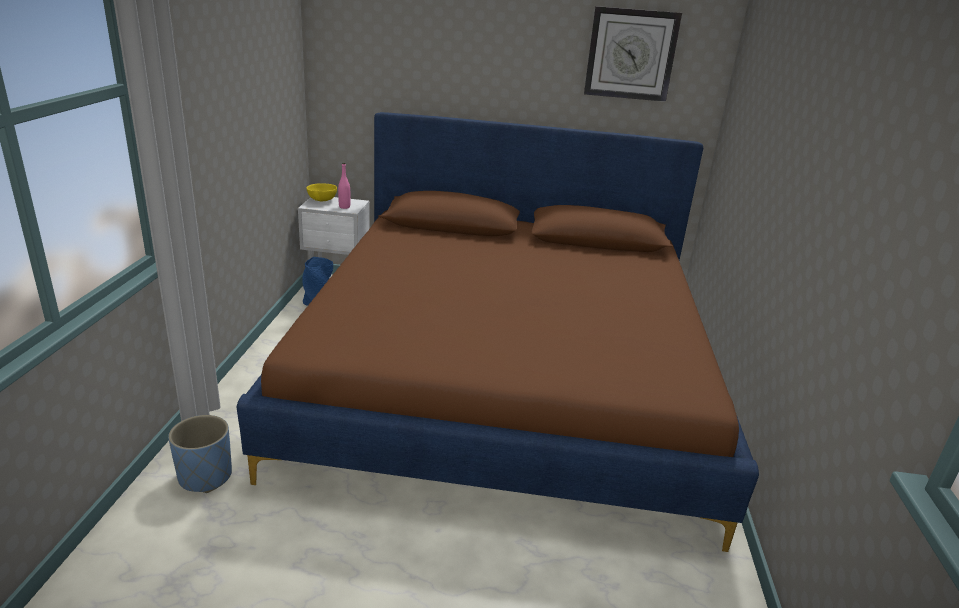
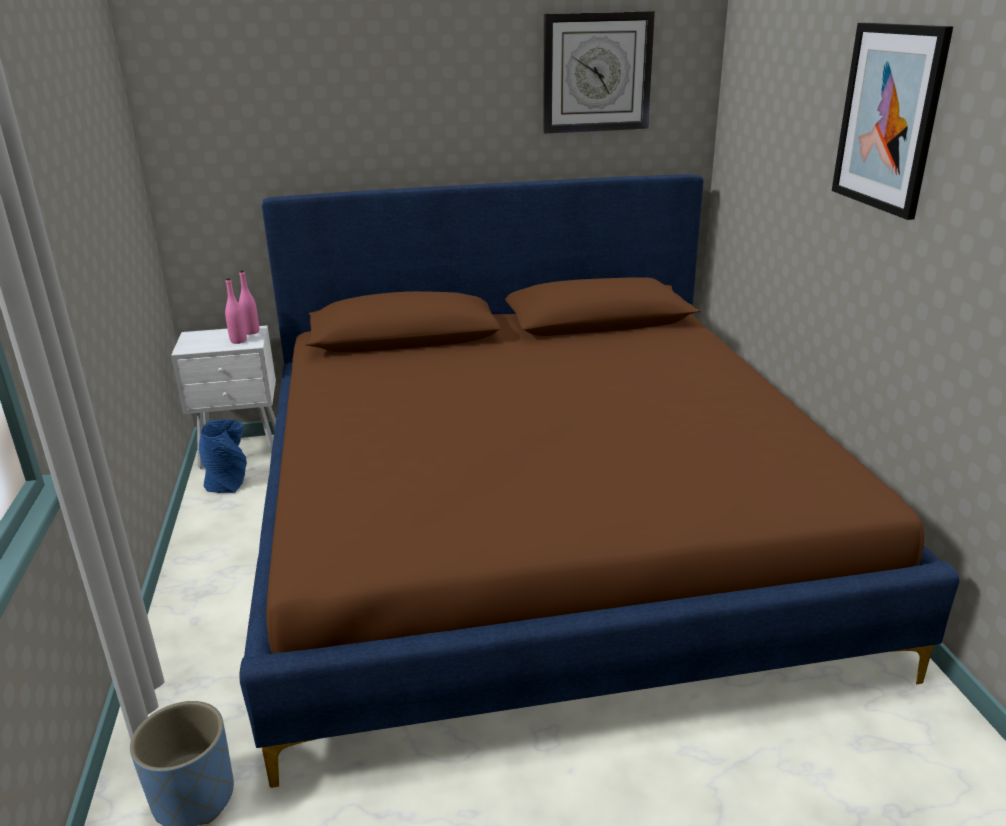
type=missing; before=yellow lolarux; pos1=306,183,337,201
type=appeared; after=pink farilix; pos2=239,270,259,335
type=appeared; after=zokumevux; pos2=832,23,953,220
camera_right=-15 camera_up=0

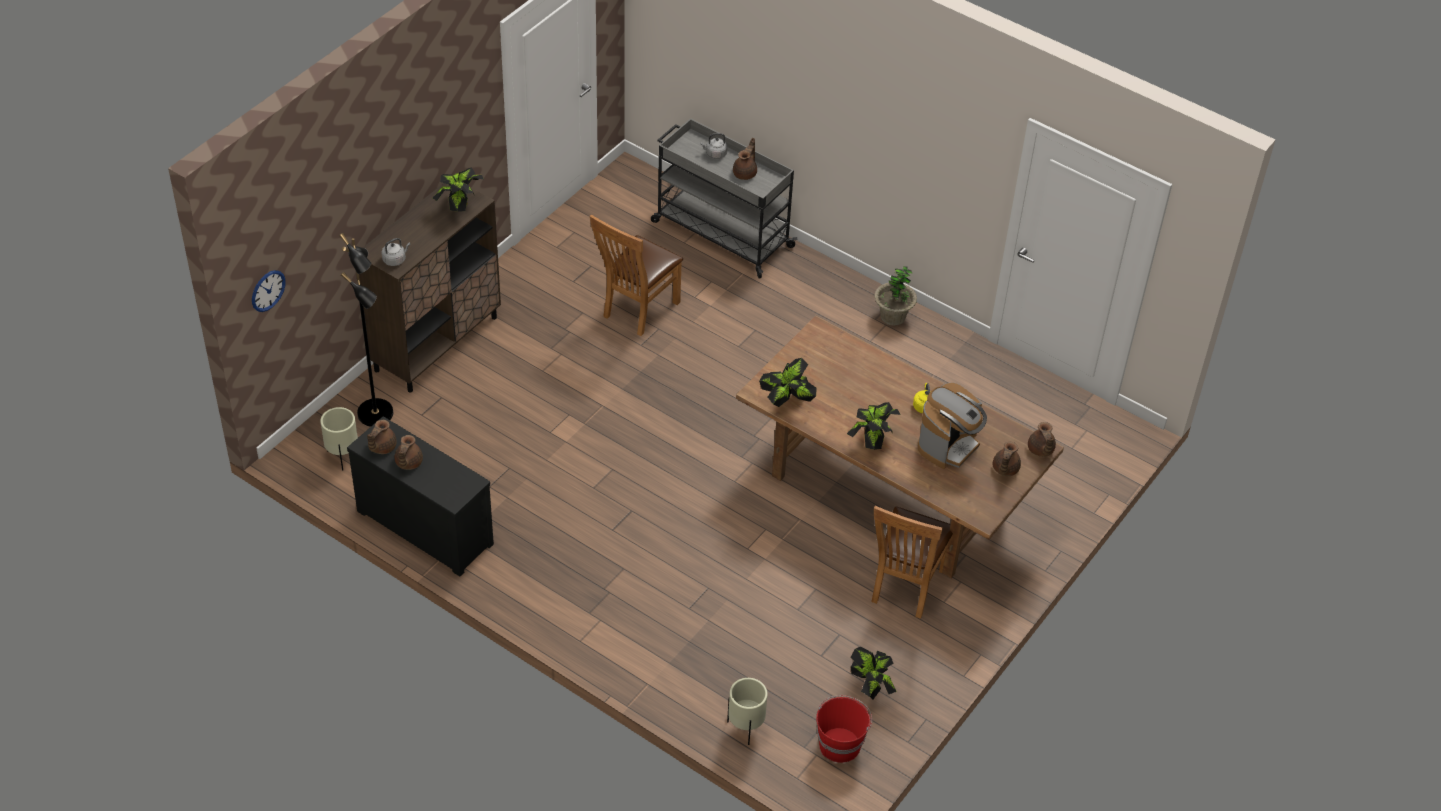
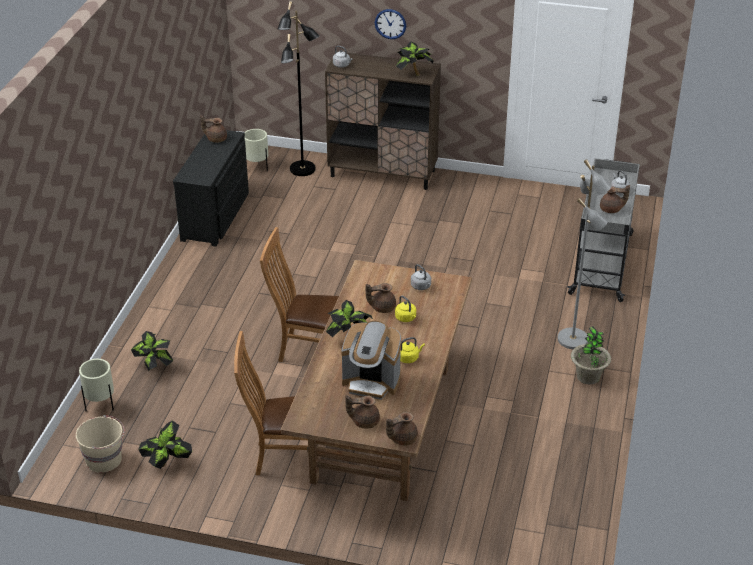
type=appeared; after=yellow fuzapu; pos2=395,296,416,322
type=appeared; after=grey fuzapu; pos2=411,264,431,290
type=appeared; after=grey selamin; pos2=557,160,611,349
type=relocated; before=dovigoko; pos1=252,270,286,312; pos2=375,9,406,39
type=relocated; before=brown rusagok; pos1=394,435,423,470; pos2=366,283,396,313
type=relocated; before=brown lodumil; pos1=590,214,683,336; pos2=260,227,339,362
type=relocated; before=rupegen; pos1=759,358,817,407; pos2=131,331,173,371
type=colour; before=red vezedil; after=beige vezedil; pos1=816,695,872,763; pos2=76,415,124,473
camera_right=70 camera_up=-10

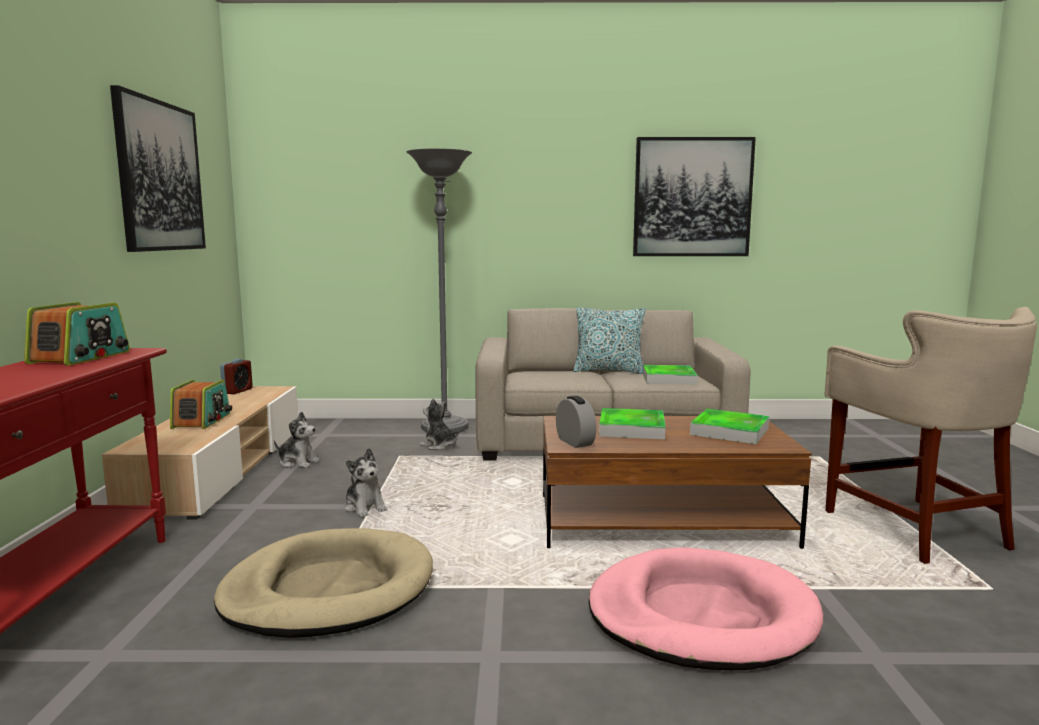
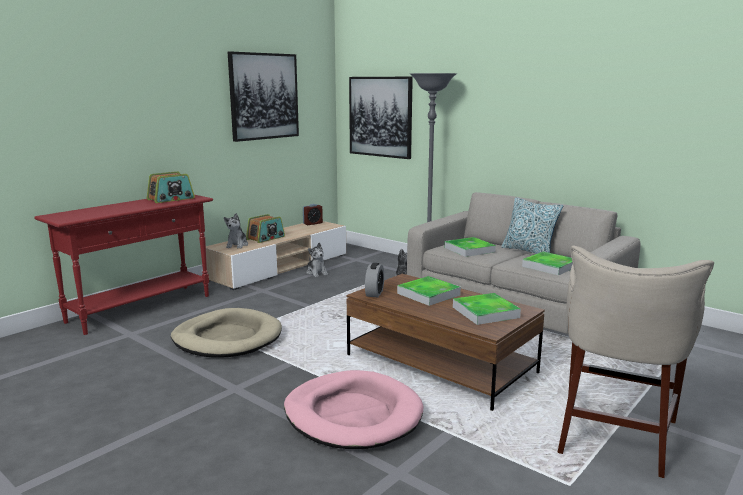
type=appeared; after=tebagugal; pos2=445,237,496,257
type=relocated; before=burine; pos1=345,448,387,518; pos2=224,213,248,248
type=relocated; before=zokumevux; pos1=633,137,756,256; pos2=349,77,413,159
camera_right=40 camera_up=5

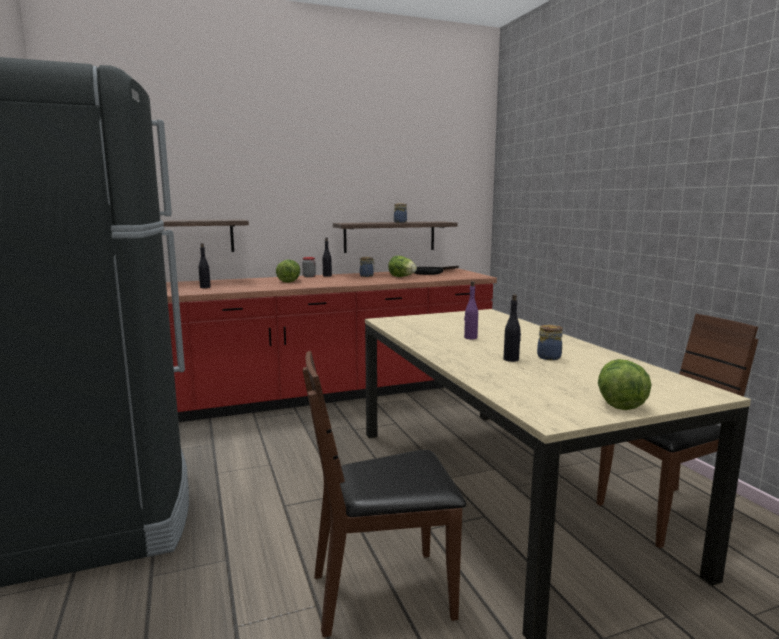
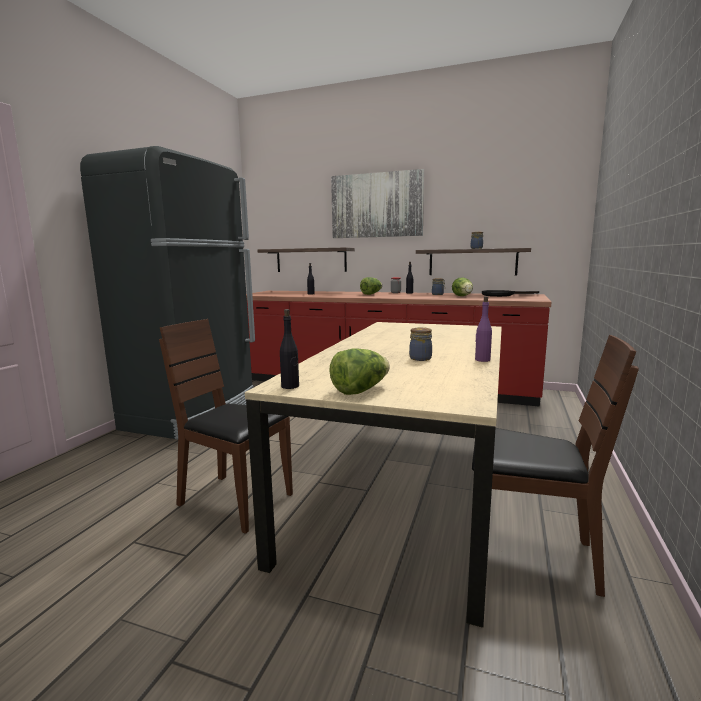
type=appeared; after=zokumevux; pos2=331,169,424,238
type=relocated; before=purple farilix; pos1=464,281,478,340; pos2=475,296,492,362
type=relocated; before=black farilix; pos1=503,294,521,362; pos2=280,309,299,389
camera_right=40 camera_up=0

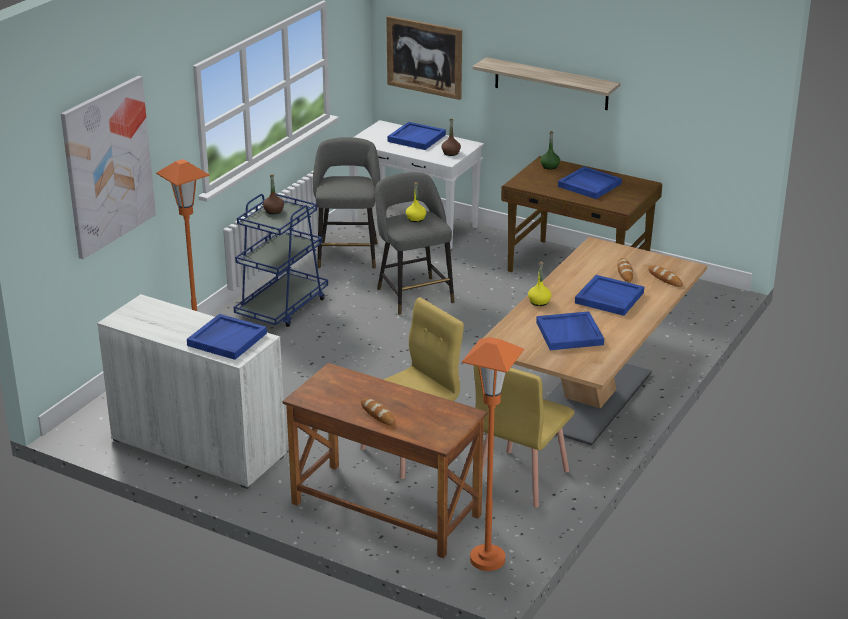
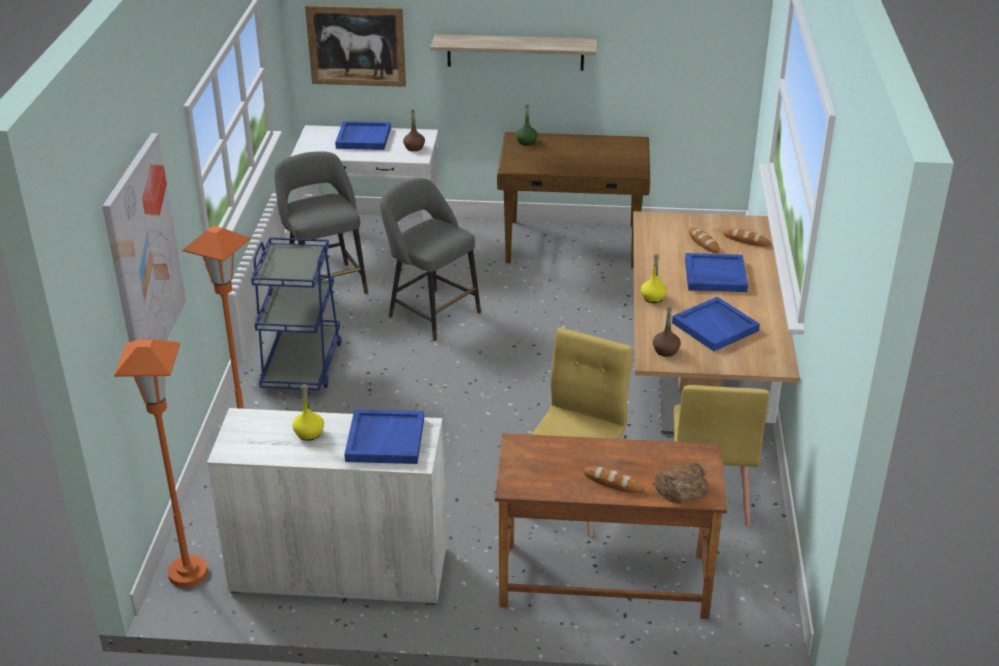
type=missing; before=blue tebagugal; pos1=558,166,622,199
type=appeared; after=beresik; pos2=653,463,708,504
type=relocated; before=brown farilix; pos1=263,174,284,214; pos2=653,306,681,357
type=relocated; before=yellow farilix; pos1=406,182,426,222; pos2=293,384,324,441
type=relocated; before=orange selamin; pos1=462,337,524,571; pos2=114,339,208,587
camera_right=-25 camera_up=5

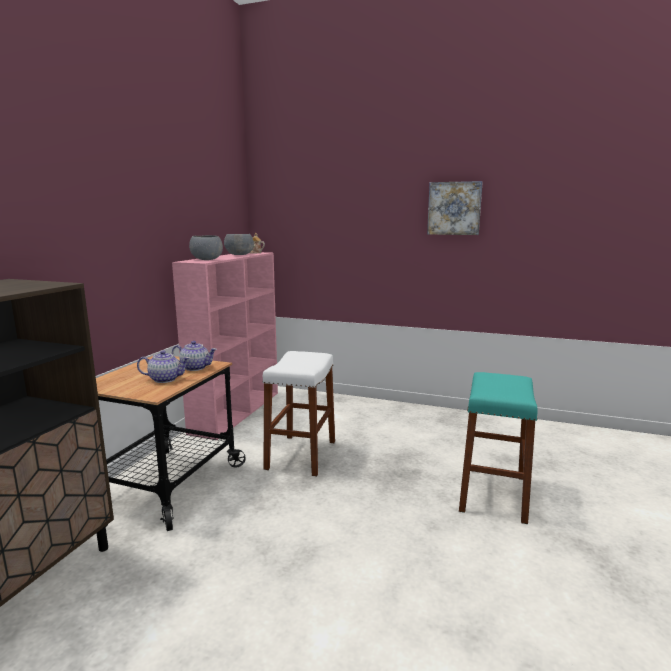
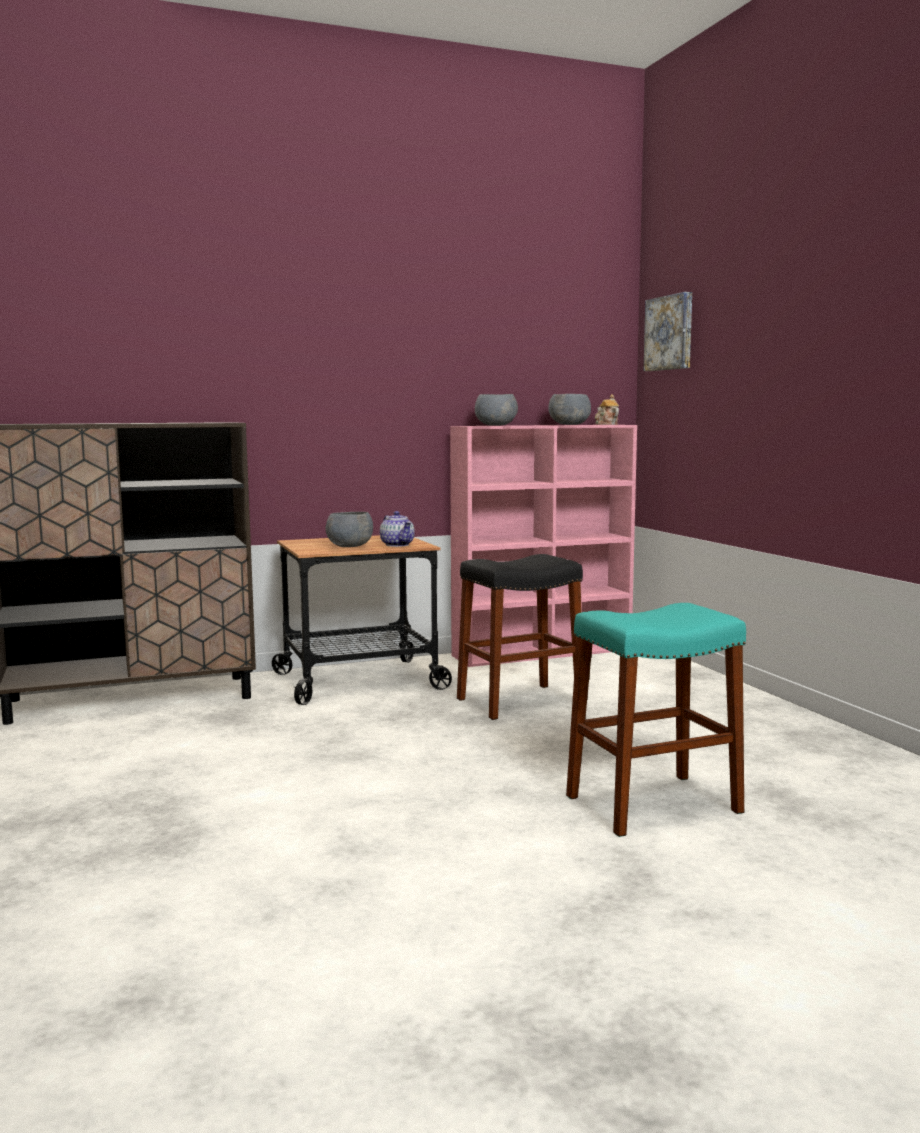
type=relocated; before=zokumevux; pos1=427,181,483,235; pos2=644,292,692,371
type=exchanged; before=rusagok; after=grey lolarux; pos1=137,350,190,383; pos2=326,512,373,547
type=colour; before=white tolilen; after=black tolilen; pos1=262,351,335,477; pos2=457,554,583,720
camera_right=50 camera_up=-5

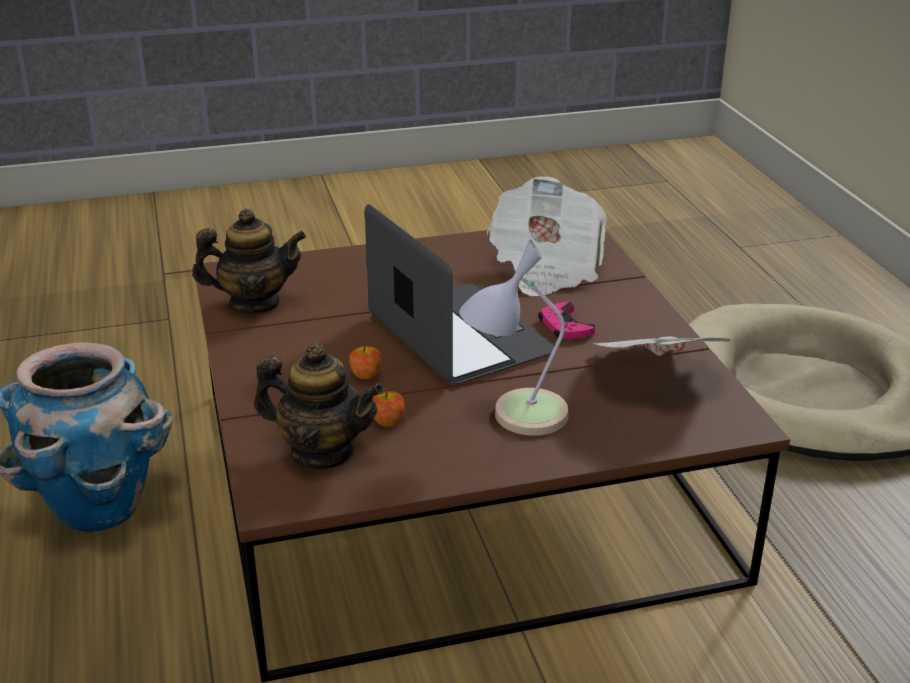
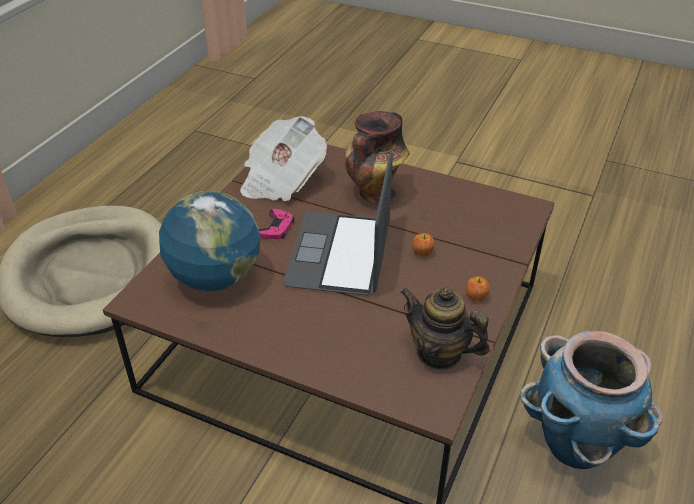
type=missing; before=rusagok; pos1=254,344,384,469
type=relocated; before=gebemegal; pos1=372,388,405,427; pos2=466,276,490,302
type=exchanged; before=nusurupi; after=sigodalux; pos1=459,239,568,436; pos2=344,111,410,204
type=exchanged; before=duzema; after=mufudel; pos1=487,176,607,296; pos2=159,191,260,291
camera_right=-140 camera_up=10

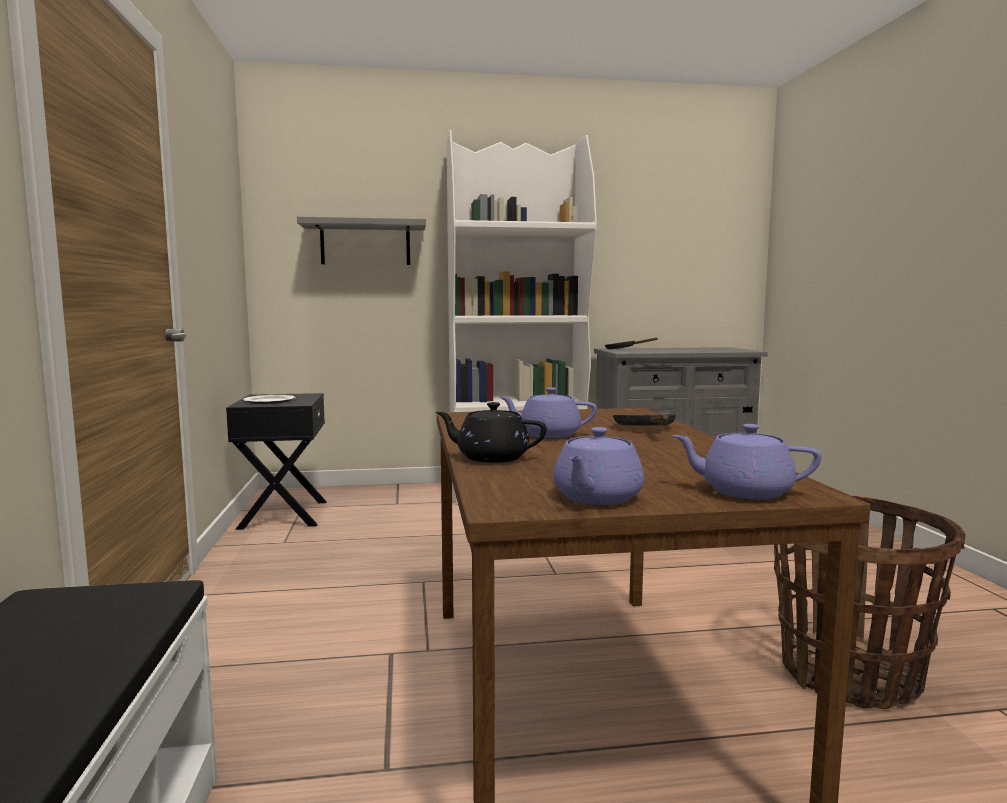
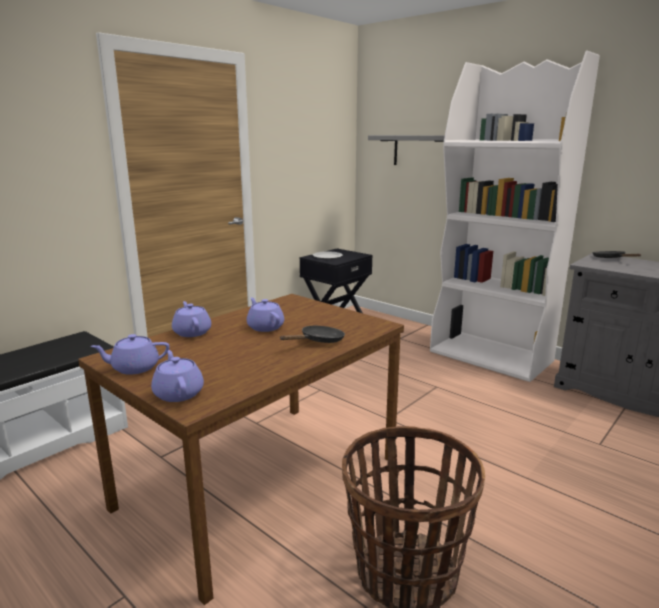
type=colour; before=black rusagok; after=purple rusagok; pos1=435,402,547,463; pos2=172,301,211,337
camera_right=50 camera_up=10

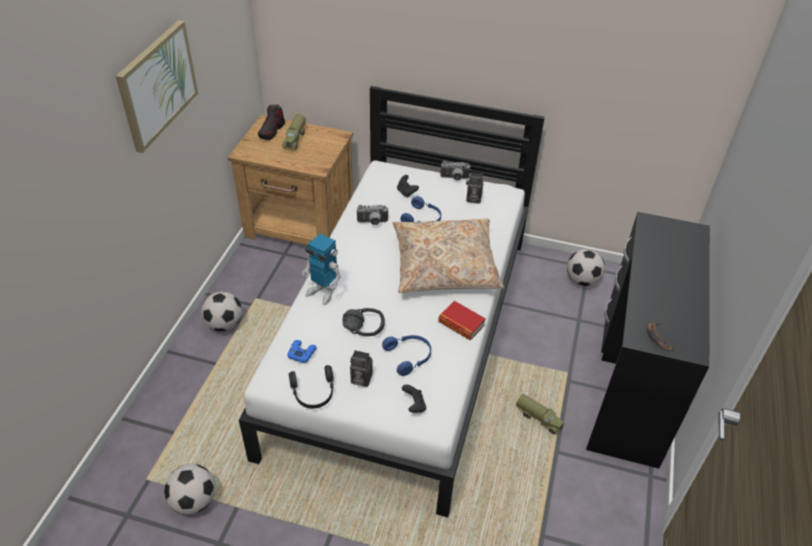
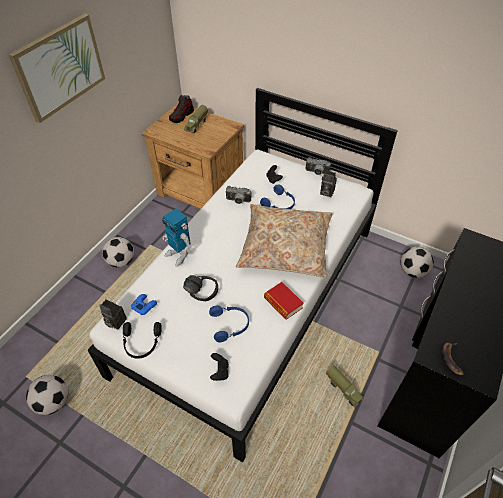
type=relocated; before=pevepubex; pos1=350,350,373,387; pos2=99,299,127,330
camera_right=15 camera_up=5

